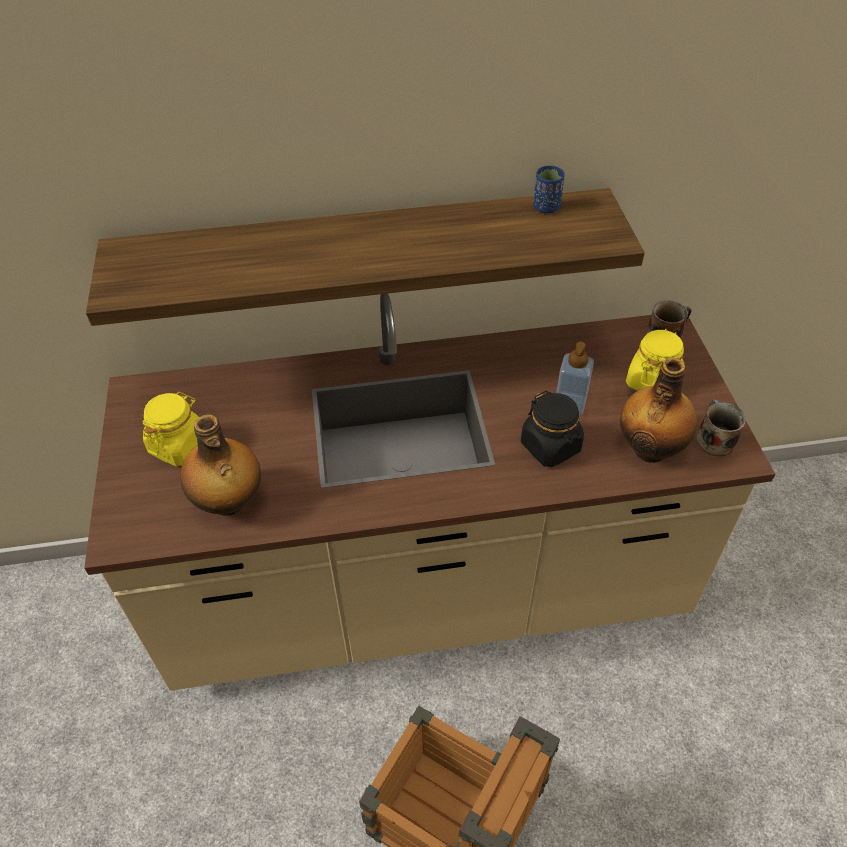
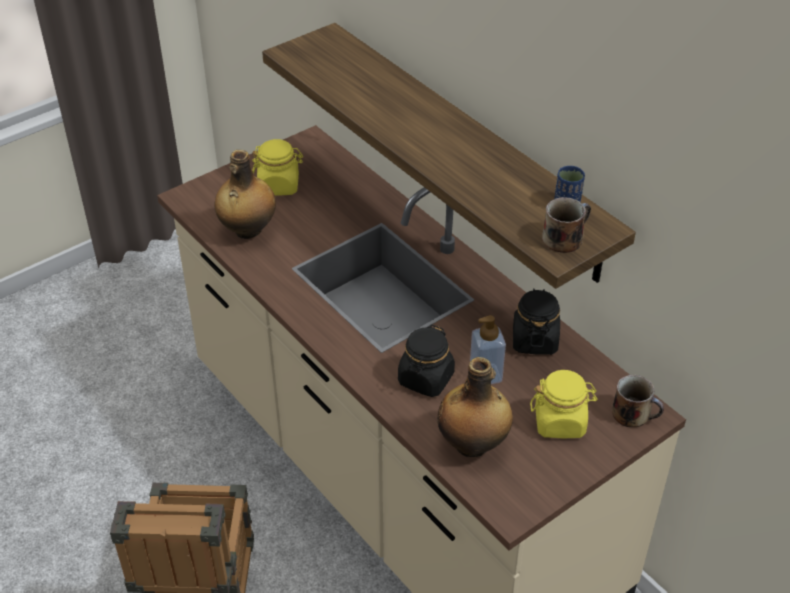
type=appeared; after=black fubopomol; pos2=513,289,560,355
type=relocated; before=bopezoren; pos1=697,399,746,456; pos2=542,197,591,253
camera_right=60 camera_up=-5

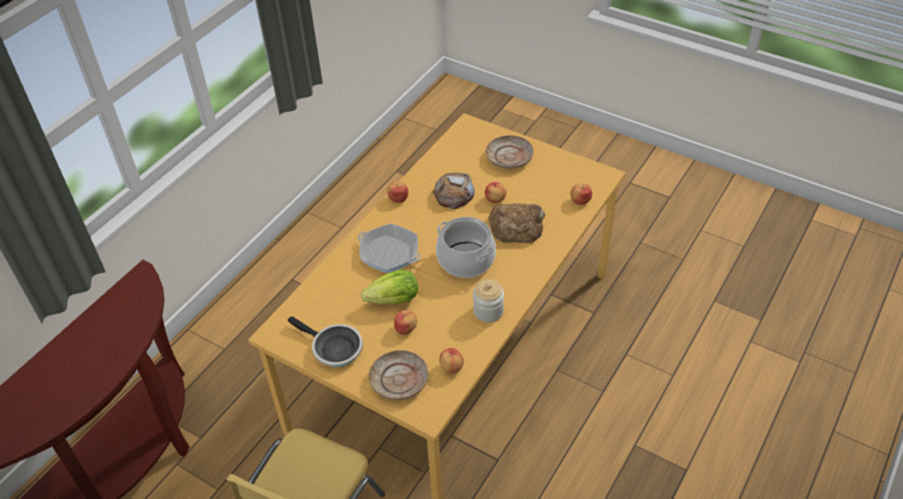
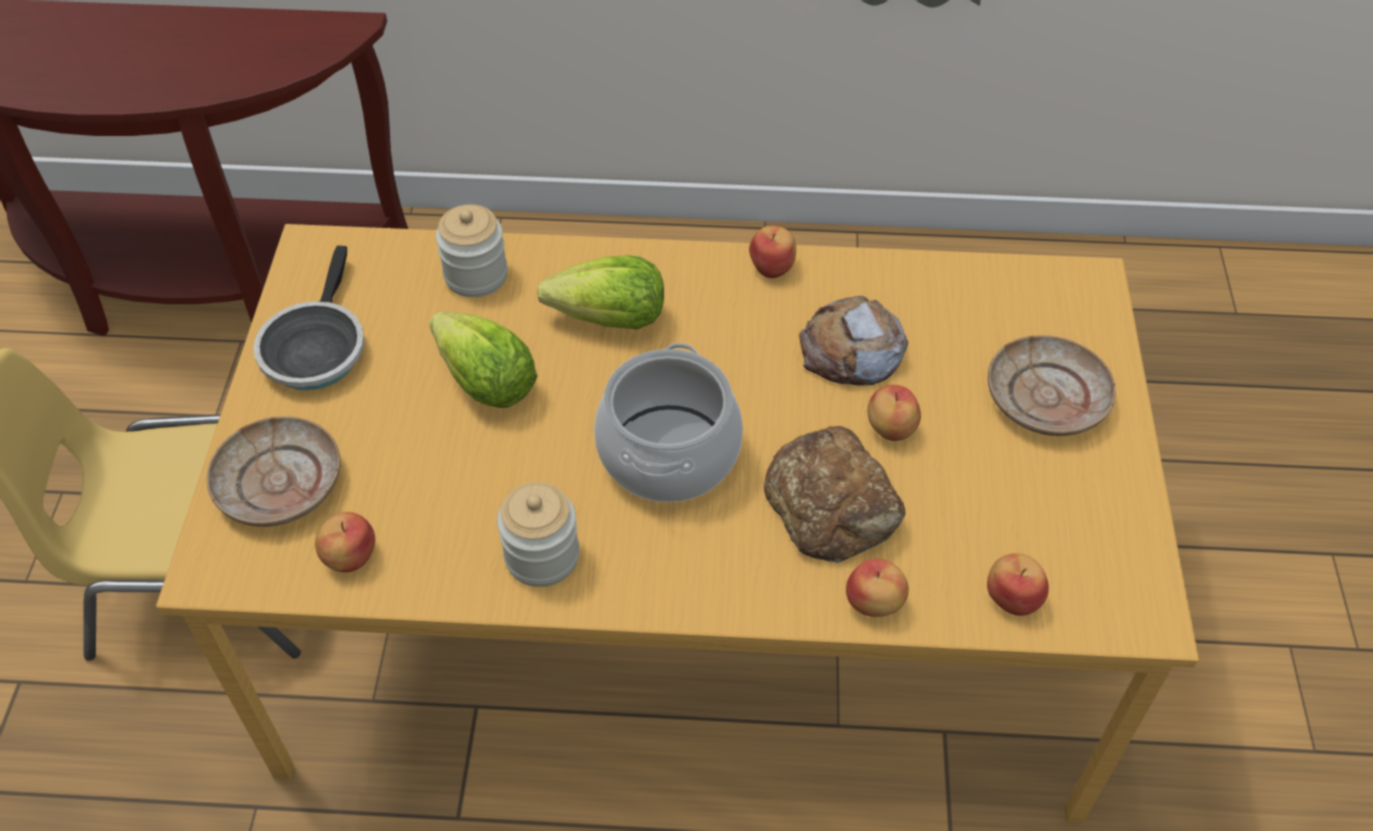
type=appeared; after=fubopomol; pos2=436,204,508,297
type=relocated; before=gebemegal; pos1=394,310,417,335; pos2=846,559,909,617
type=exchanged; before=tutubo; after=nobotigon; pos1=358,223,420,273; pos2=537,255,664,329
camera_right=60 camera_up=5

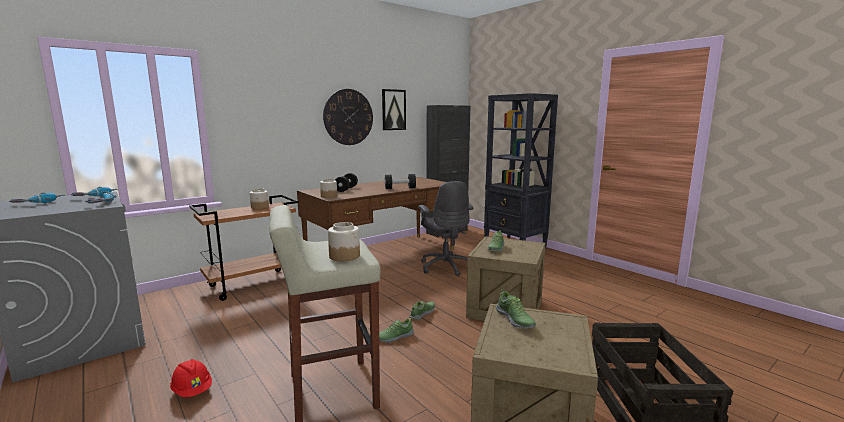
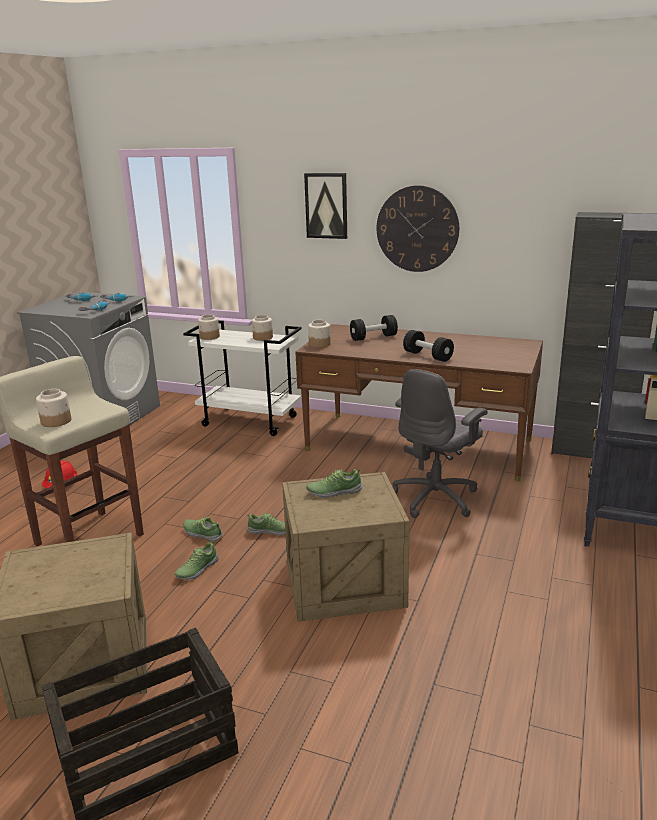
type=appeared; after=fubopomol; pos2=198,315,220,340
type=relocated; before=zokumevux; pos1=382,89,406,130; pos2=304,173,347,239
type=relocated; before=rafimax; pos1=496,289,536,329; pos2=175,541,219,580
type=colour; before=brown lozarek; after=white lozarek; pos1=189,195,299,301; pos2=183,320,302,436
camera_right=60 camera_up=10

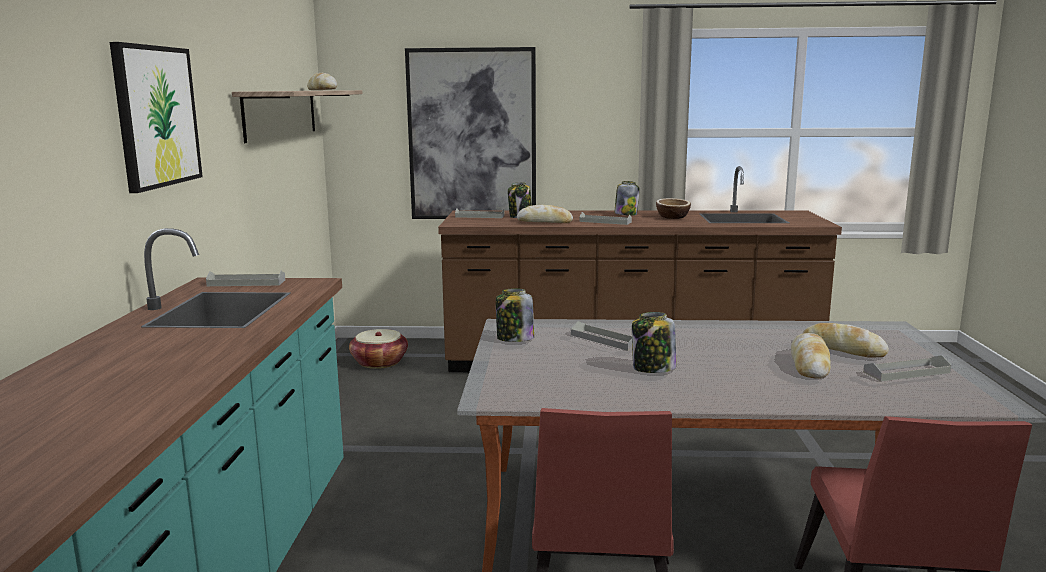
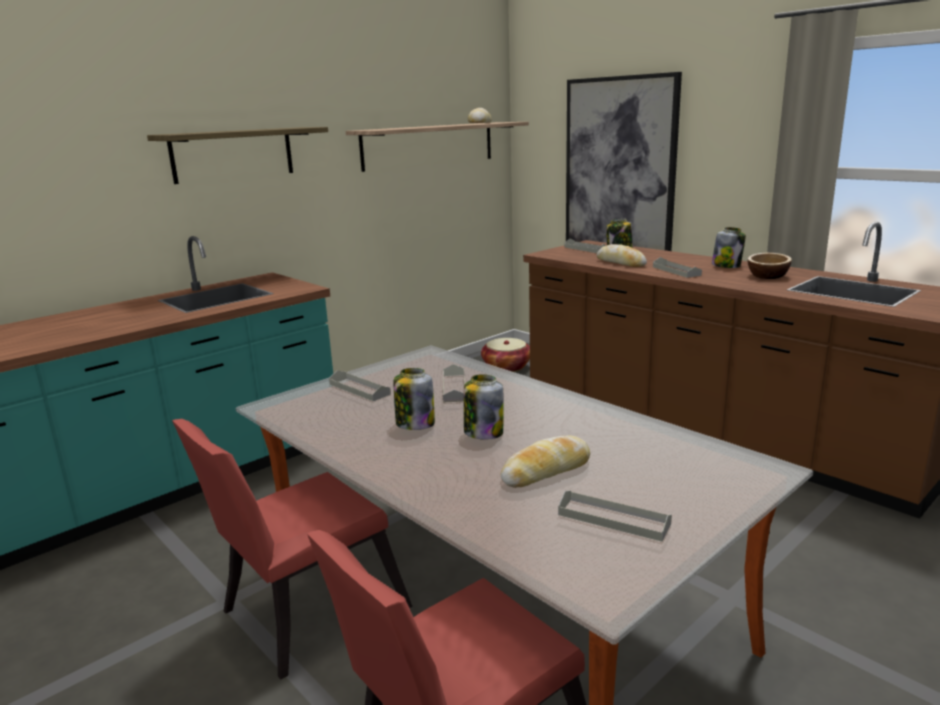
type=missing; before=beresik; pos1=802,323,889,358
type=relocated; before=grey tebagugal; pos1=206,271,285,286; pos2=329,370,391,402
type=relocated; before=fubopomol; pos1=496,288,534,342; pos2=464,374,504,440
type=exchanged; before=zokumevux; after=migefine; pos1=110,42,203,193; pos2=147,127,328,184
camera_right=45 camera_up=5

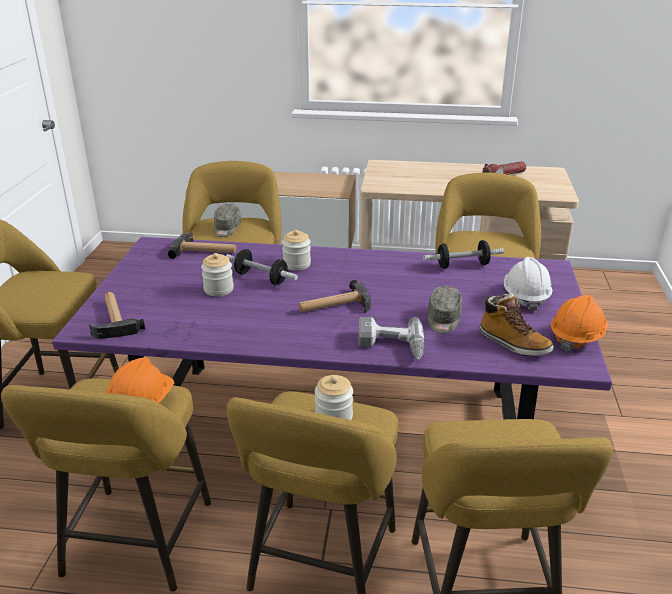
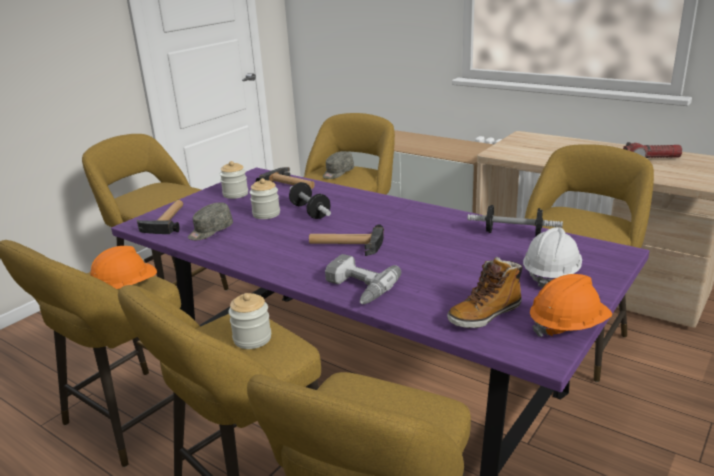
type=relocated; before=fubopomol; pos1=282,230,311,271; pos2=220,161,248,199
type=relocated; before=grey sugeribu; pos1=428,286,462,333; pos2=188,202,233,240
type=spun; before=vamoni; pos1=479,293,554,356; pos2=447,257,523,328; turn=75
camera_right=30 camera_up=-5

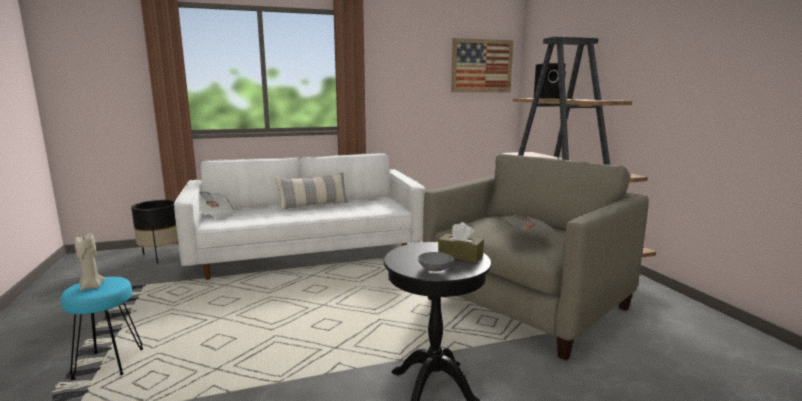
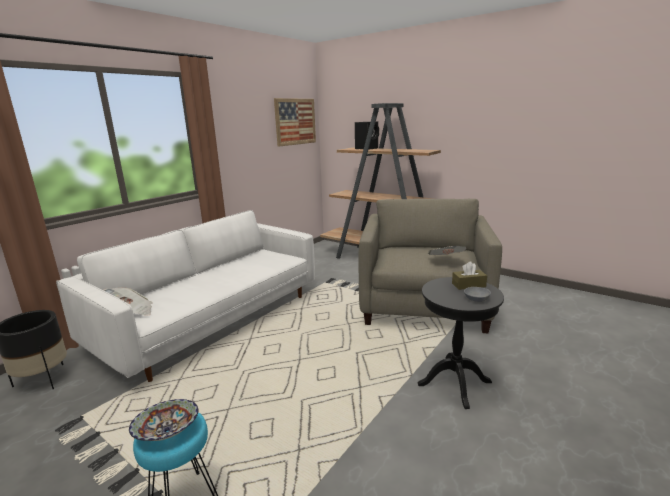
type=missing; before=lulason; pos1=275,172,348,211
type=exchanged; before=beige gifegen; after=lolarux; pos1=75,233,105,291; pos2=129,399,198,441
camera_right=-35 camera_up=5

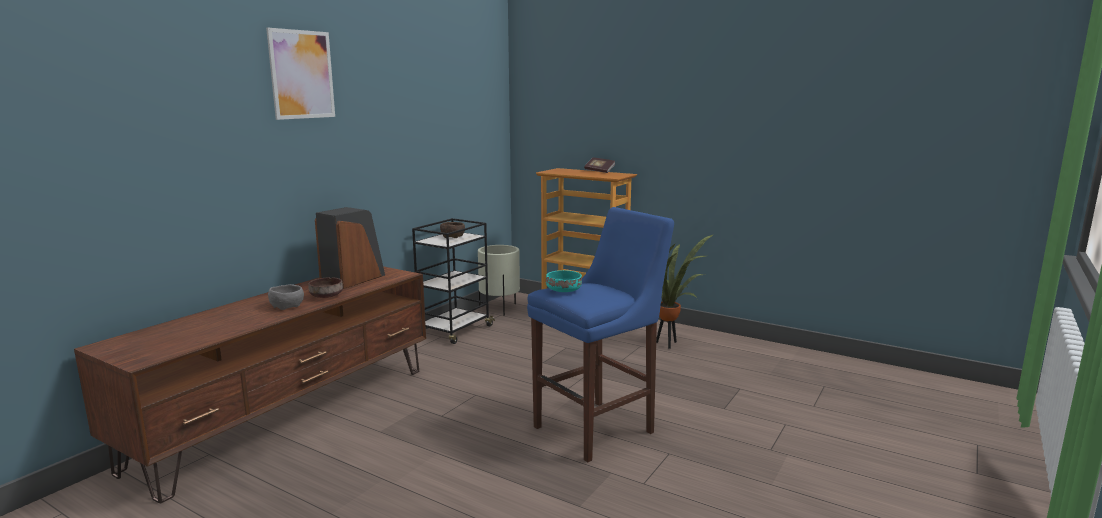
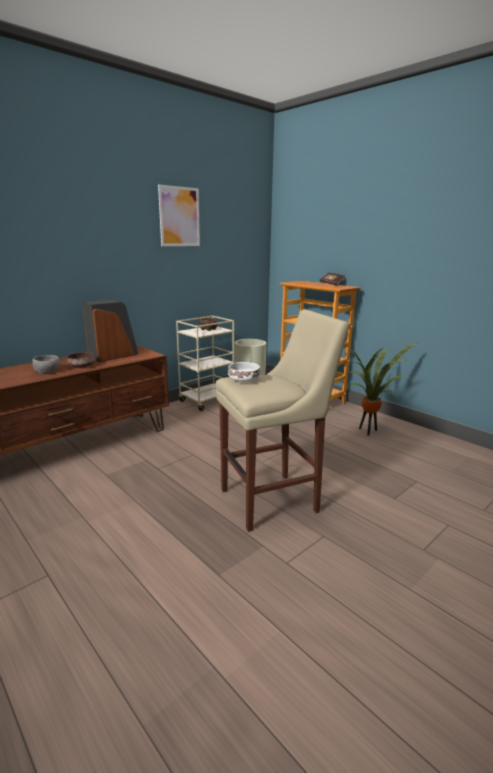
type=relocated; before=zokumevux; pos1=266,28,335,120; pos2=158,184,200,246
type=colour; before=black lozarek; after=beige lozarek; pos1=412,218,495,344; pos2=176,316,234,411
type=colour; before=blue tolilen; after=beige tolilen; pos1=527,207,674,463; pos2=216,309,349,532
type=colour; before=turquoise lolarux; after=white lolarux; pos1=546,270,582,292; pos2=228,362,260,382
camera_right=15 camera_up=5

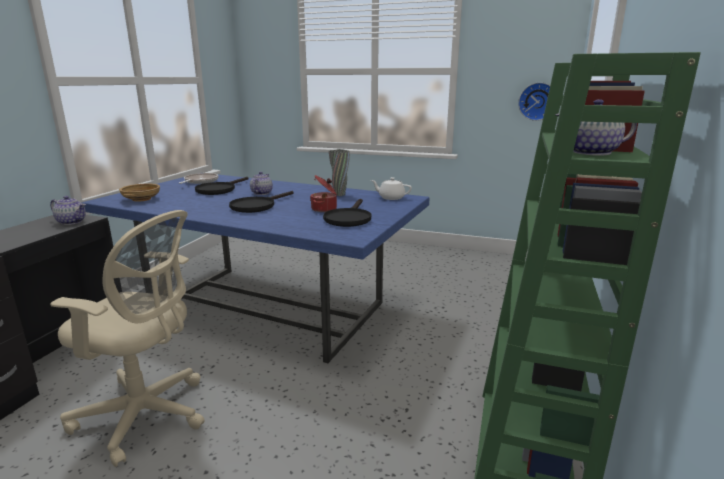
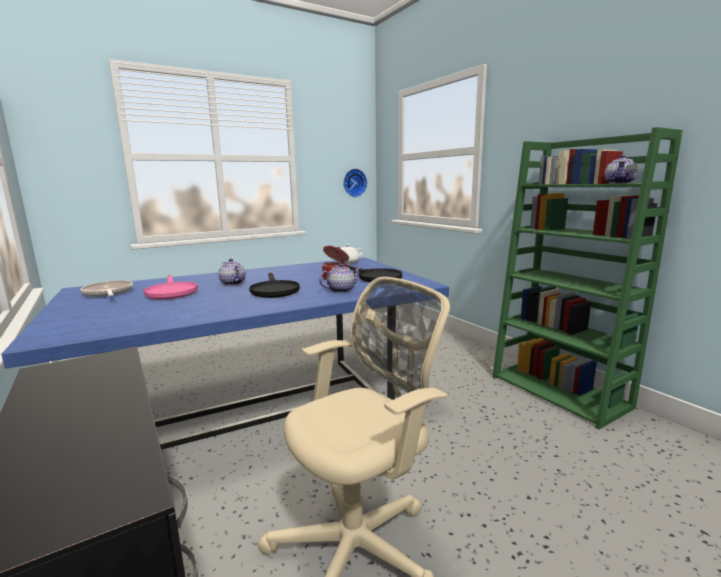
type=missing; before=beige lolarux; pos1=119,184,160,202
type=missing; before=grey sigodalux; pos1=329,149,350,196
type=relocated; before=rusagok; pos1=50,196,86,225; pos2=319,263,361,293
type=colour; before=black tutubo; after=pink tutubo; pos1=195,177,249,195; pos2=144,275,198,299
camera_right=-50 camera_up=-5

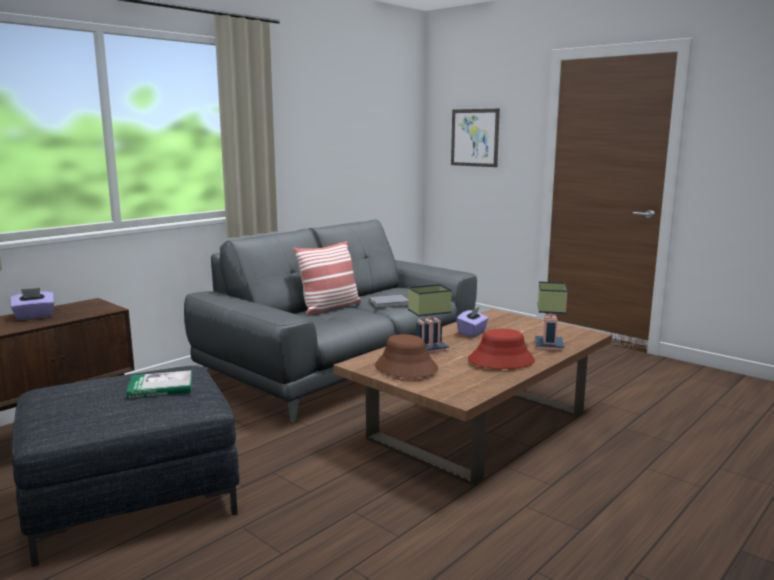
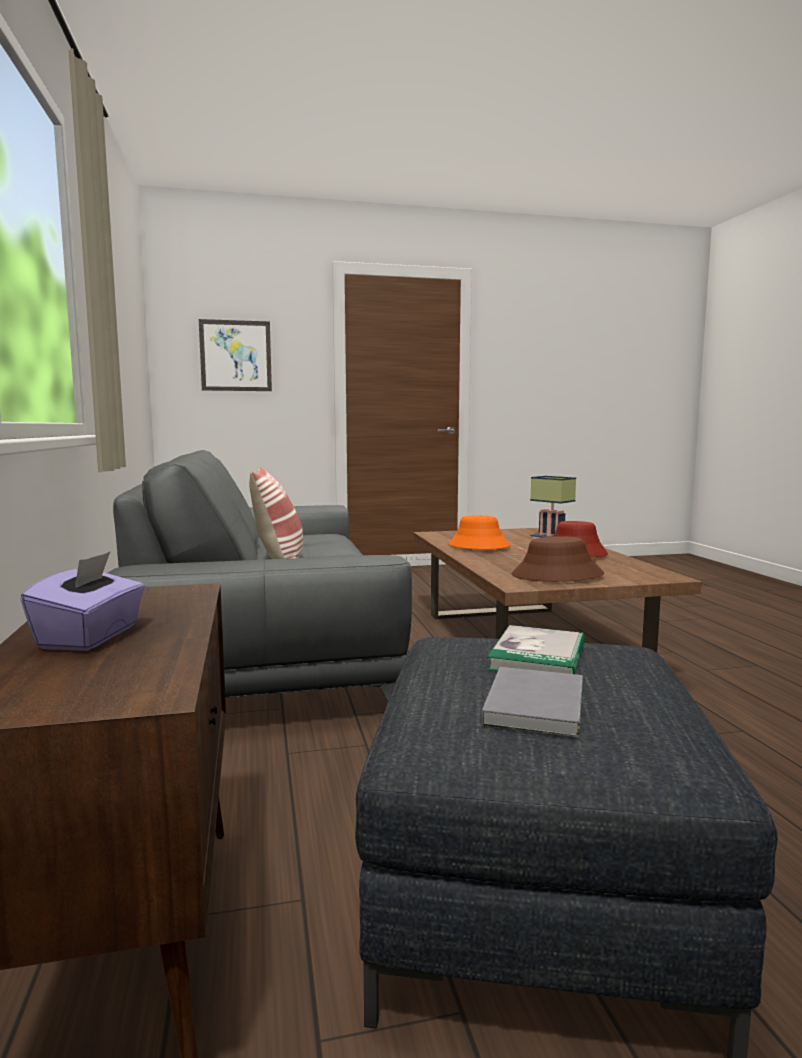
type=missing; before=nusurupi; pos1=408,284,452,353
type=relocated; before=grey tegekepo; pos1=369,295,408,308; pos2=481,667,583,738
type=exchanged; before=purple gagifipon; after=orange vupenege; pos1=456,307,489,337; pos2=448,516,510,549
camera_right=-55 camera_up=-5

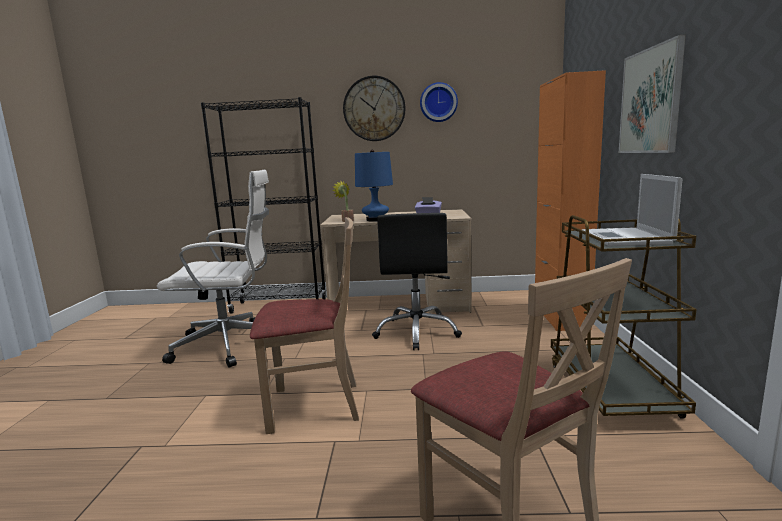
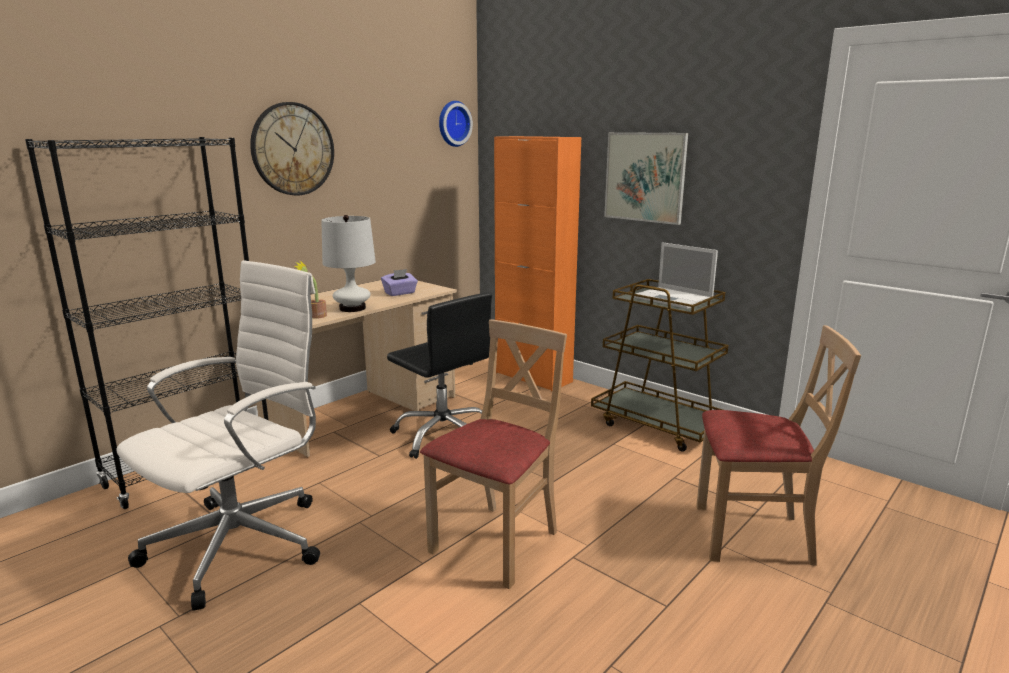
type=relocated; before=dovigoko; pos1=420,82,458,122; pos2=439,101,473,147
type=colour; before=blue nusurupi; after=white nusurupi; pos1=355,150,393,222; pos2=321,215,376,312
camera_right=-50 camera_up=5

